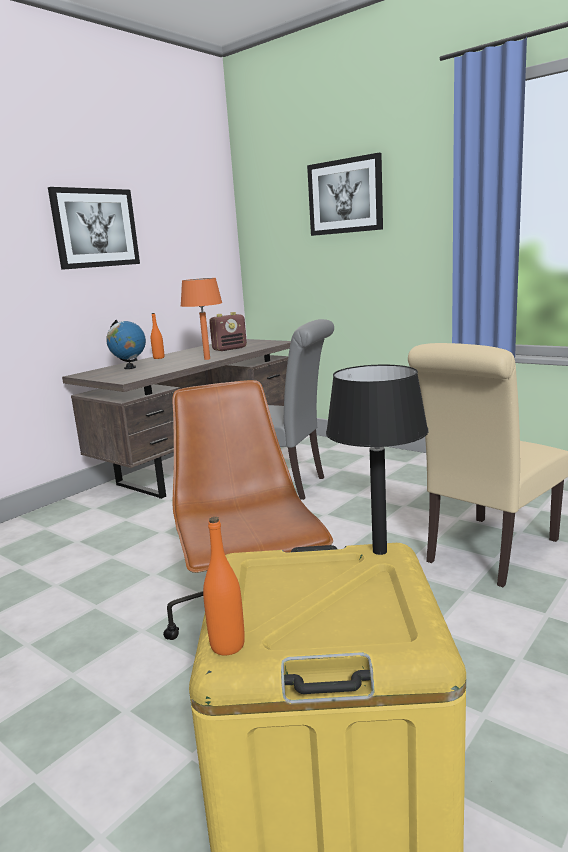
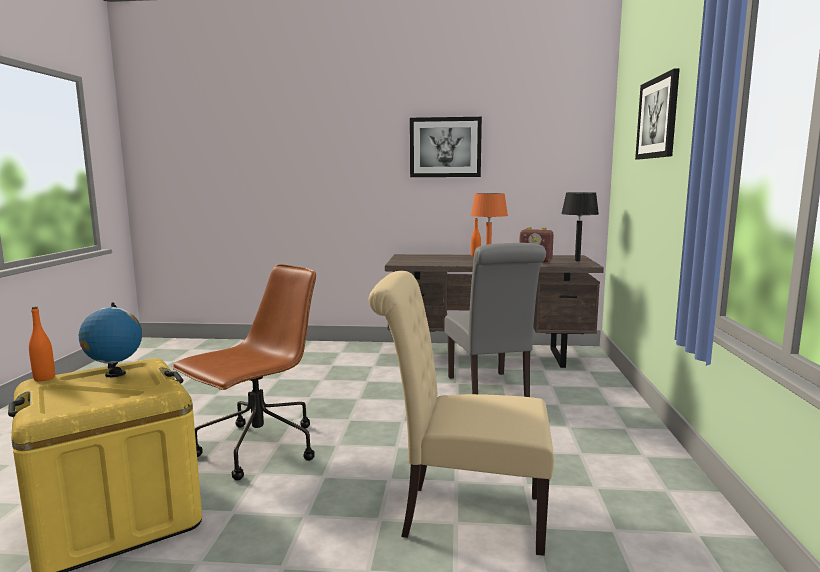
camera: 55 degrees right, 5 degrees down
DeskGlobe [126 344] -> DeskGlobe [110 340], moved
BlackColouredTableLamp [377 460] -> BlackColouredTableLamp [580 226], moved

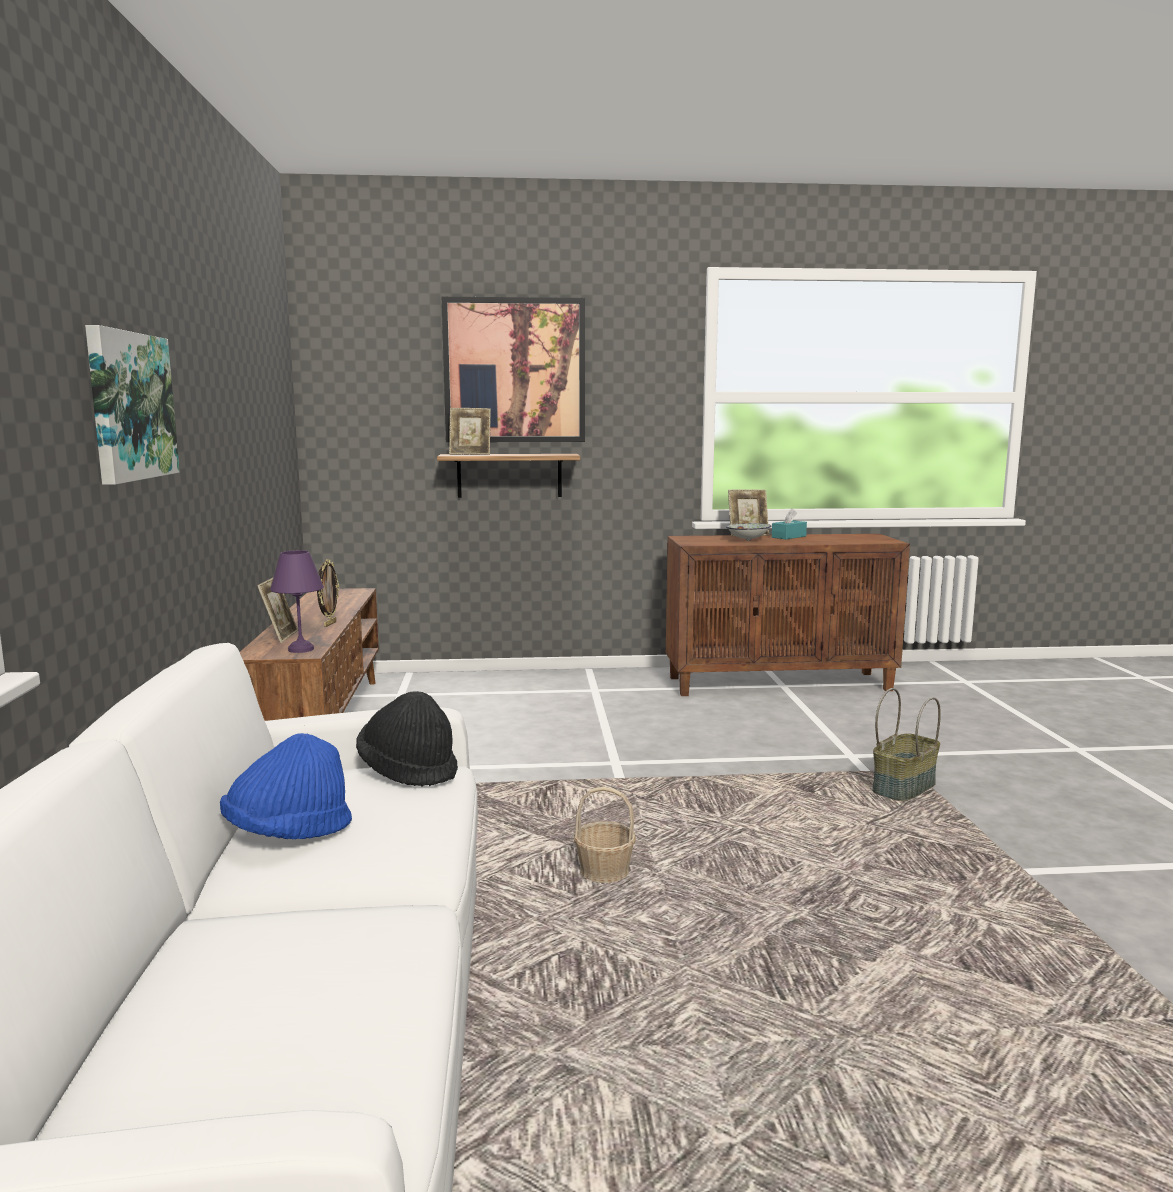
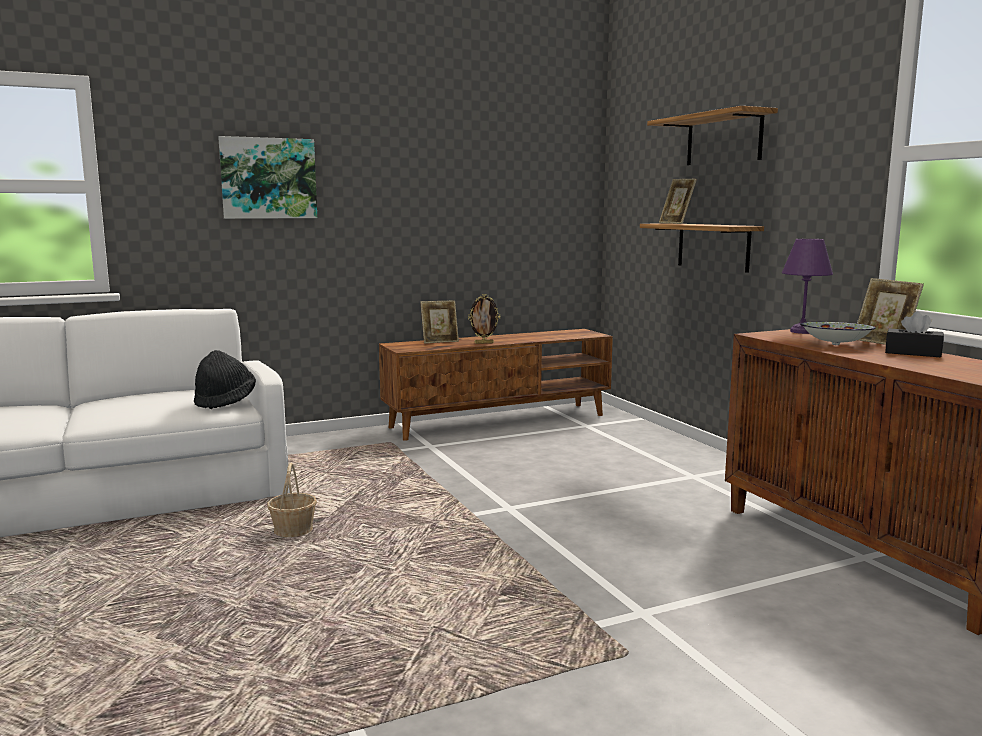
camera: 70 degrees right, 0 degrees up
BlueClothingHat [286 786] -> none
Basket [906 744] -> none
PurplishTableLamp [297 601] -> PurplishTableLamp [807 286], moved
WallPicture [513 369] -> BracketShelf [712 135]
BlueGreenBoxOfTissues [789 523] -> BlackColouredBoxOfTissues [914 334]

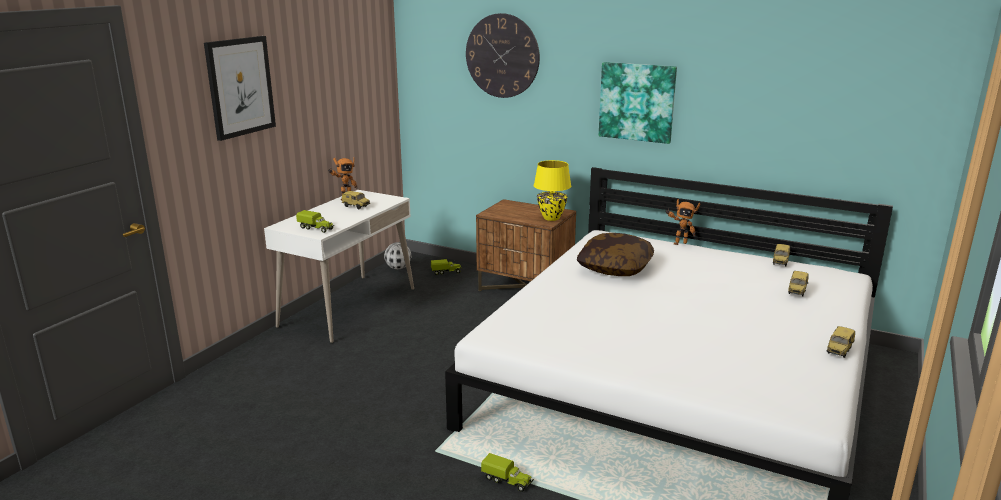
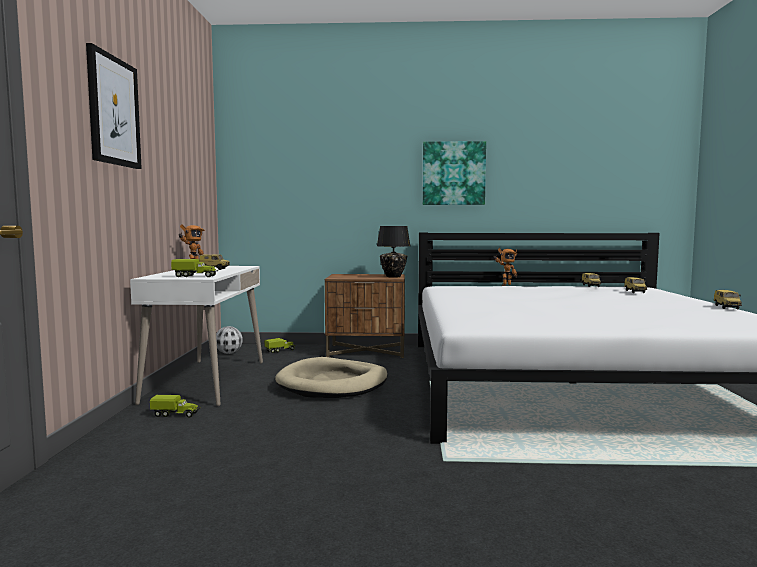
camera: 25 degrees left, 15 degrees down
WallClock [503 55] -> none
ThrowPillow [615 254] -> none
none -> BeigePetBed [331 377]
ToyLorry [507 472] -> ToyLorry [175 406], moved
YellowishTableLamp [552 190] -> BlackColouredTableLamp [393 252]

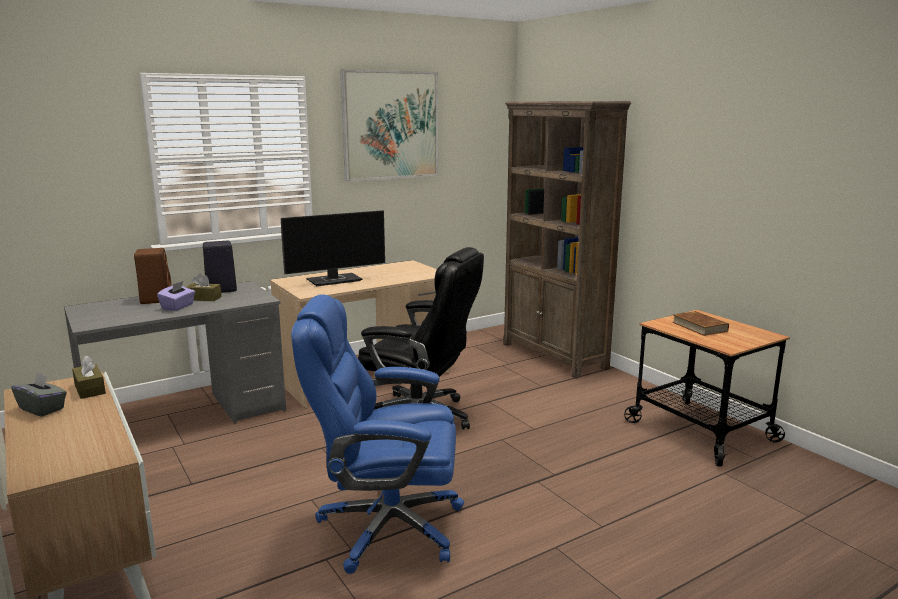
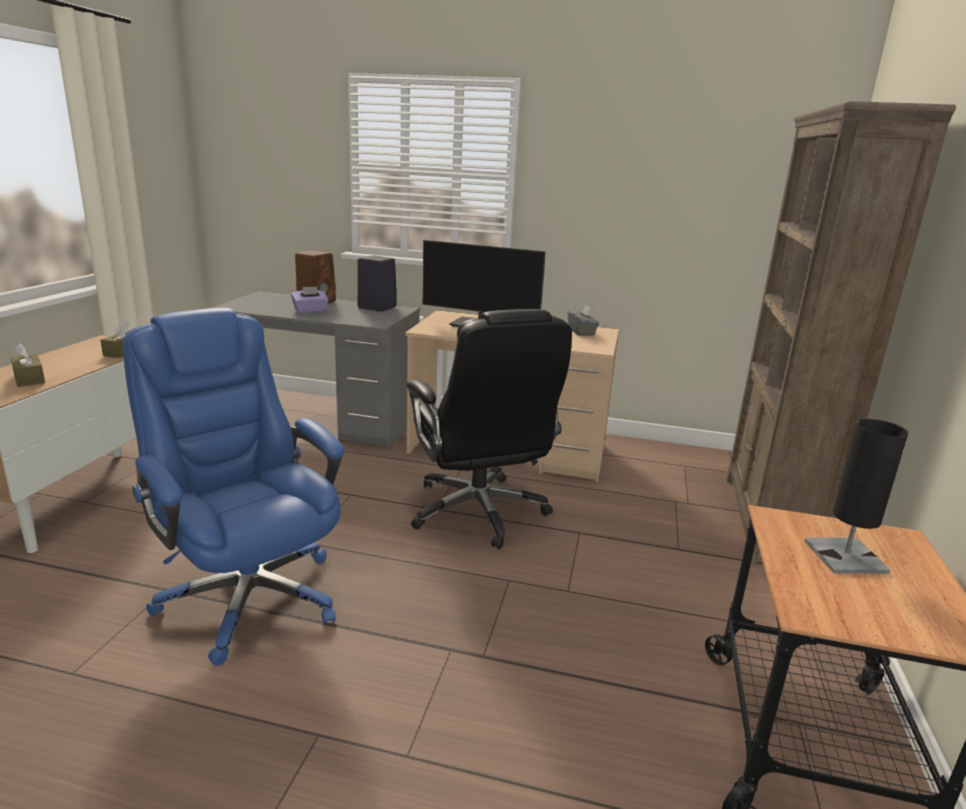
camera: 45 degrees right, 5 degrees up
WallPicture [389 125] -> none
GreyBoxOfTissues [39 394] -> GreyBoxOfTissues [583 320], moved
BrownishBoxOfTissues [204 287] -> BrownishBoxOfTissues [28 365], moved
BrownishBook [700 323] -> BlackColouredTableLamp [856 496]

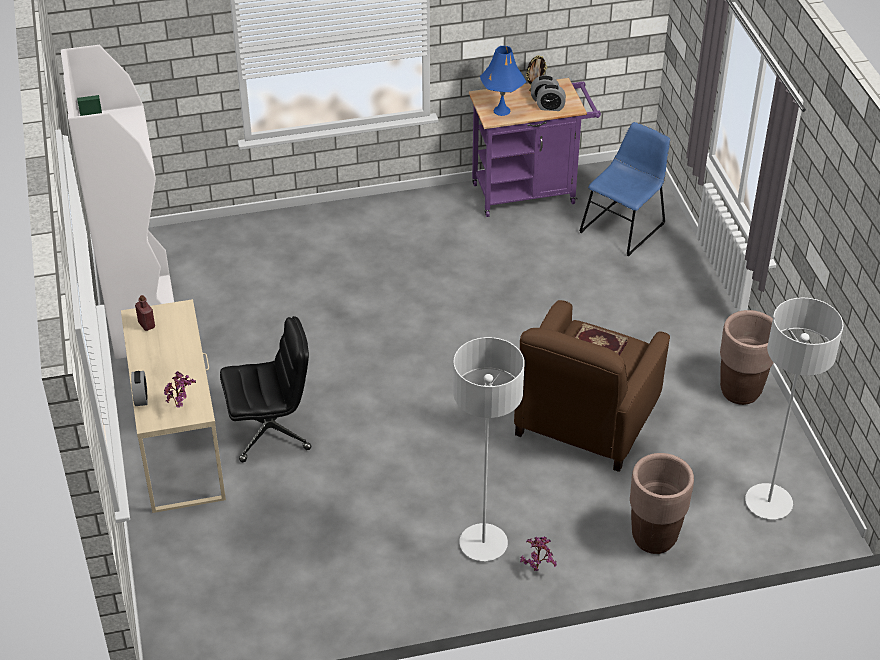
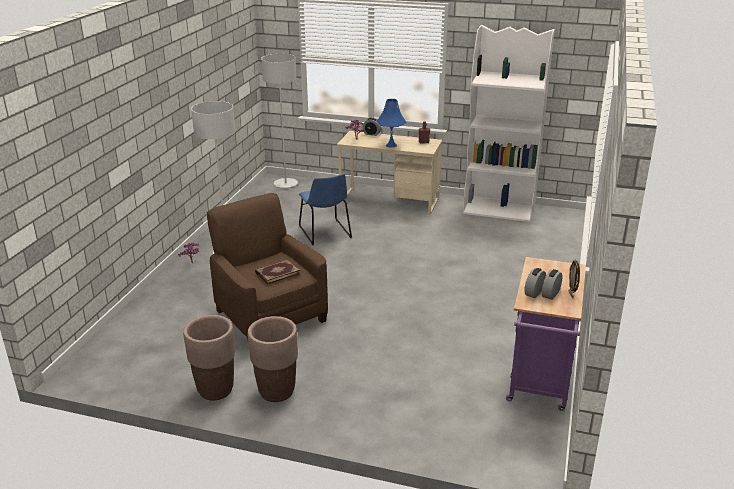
camera: 120 degrees right, 15 degrees down
BlackColouredOfficeChair [265 389] -> none
BlueTableLamp [503 81] -> BlueTableLamp [392 123], moved
BluePlainChair [624 189] -> BluePlainChair [325 209], moved
BrownishPlantPot [662 503] -> BrownishPlantPot [273 359], moved
GreyFloorLamp [794 409] -> GreyFloorLamp [279 121], moved

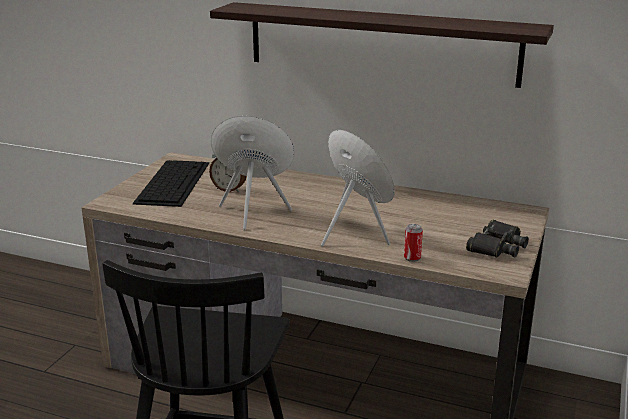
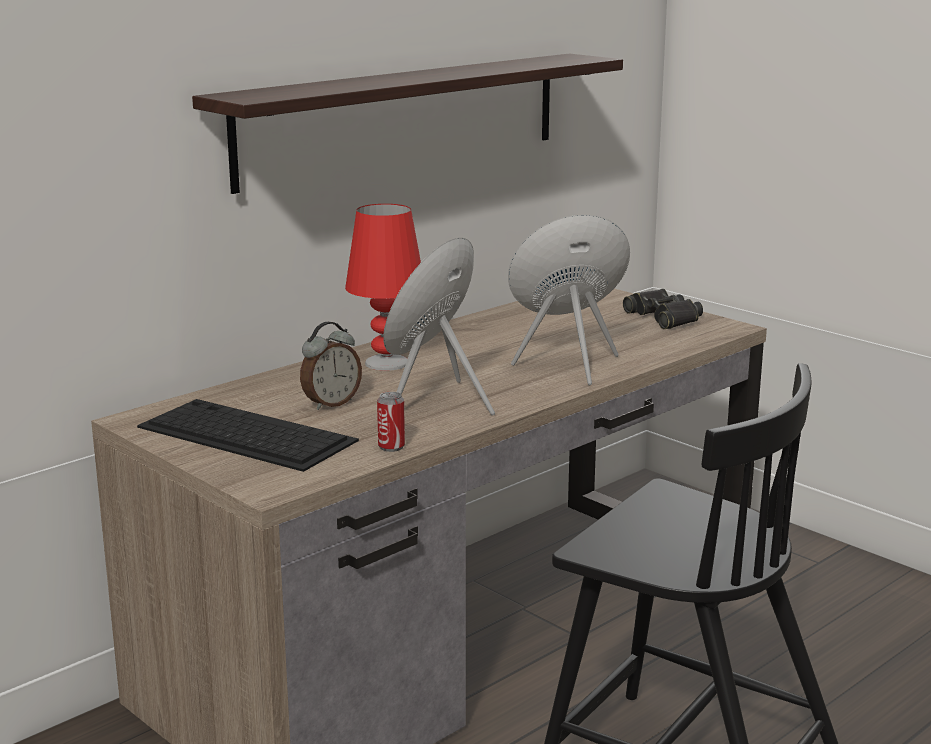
camera: 65 degrees left, 5 degrees down
none -> ReddishTableLamp [383 287]
SealedCan [413 243] -> SealedCan [391 422], moved

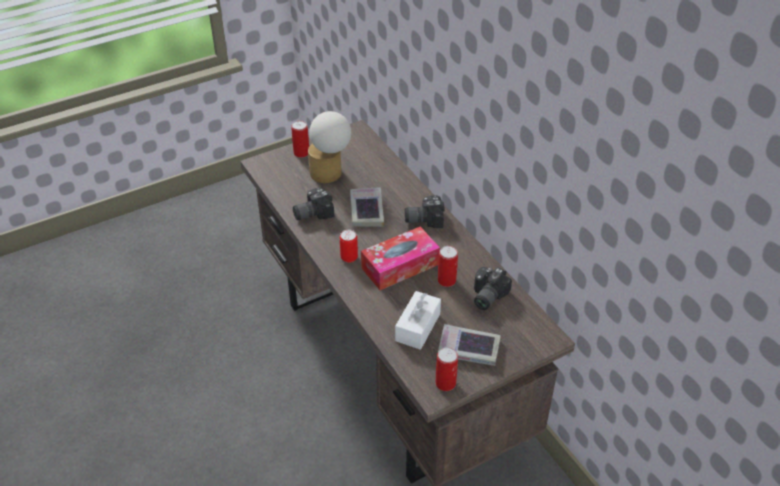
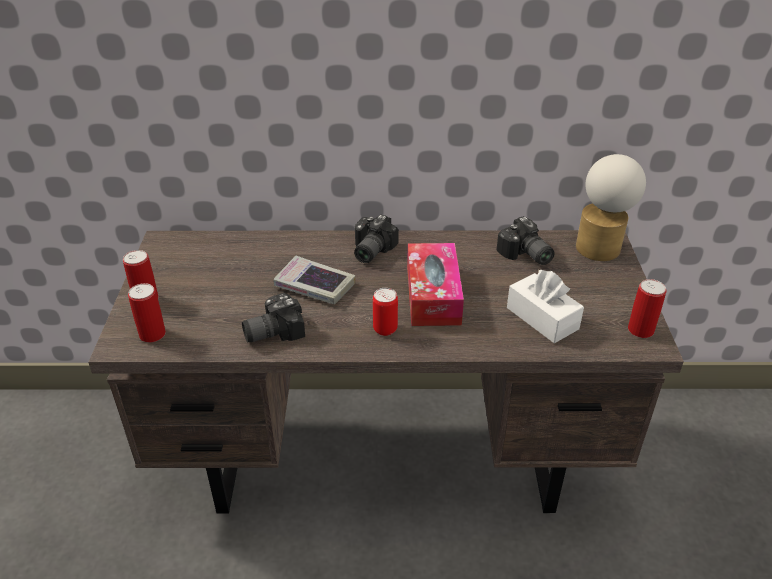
camera: 60 degrees left, 5 degrees down
Book [469 345] -> none
TableLamp [329 147] -> TableLamp [611 207], moved
SealedCan [448 266] -> SealedCan [147 312], moved
PhotoCamera [313 203] -> PhotoCamera [273 317], 60 degrees clockwise

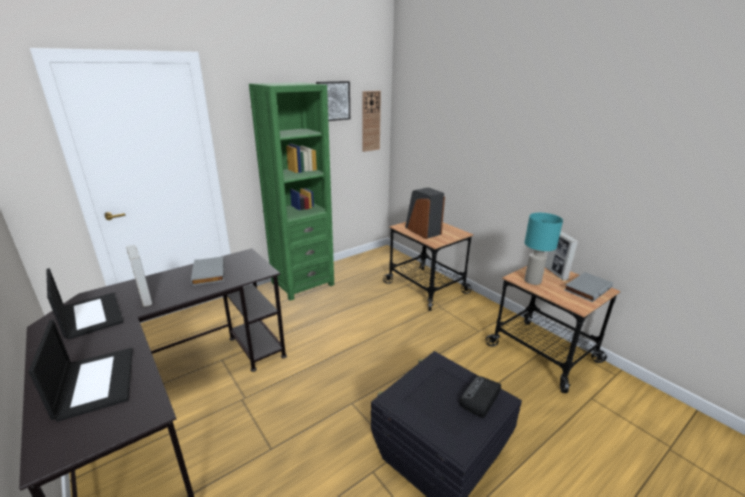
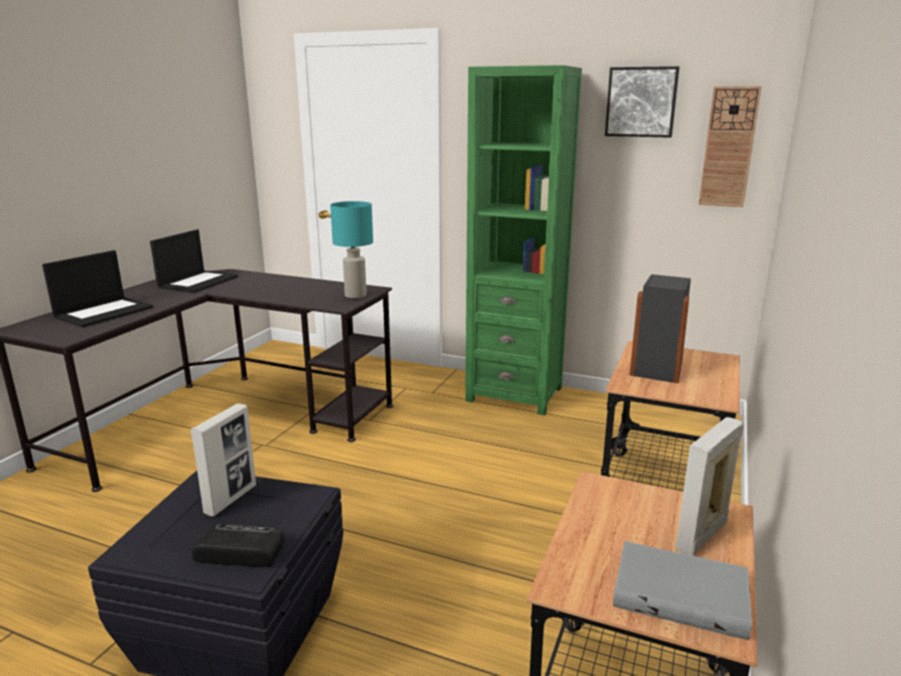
camera: 60 degrees right, 5 degrees down
GreyBook [207 271] -> none
PhotoFrame [139 276] -> PhotoFrame [223 460], moved
BlueGreenTableLamp [543 249] -> BlueGreenTableLamp [351 250], moved

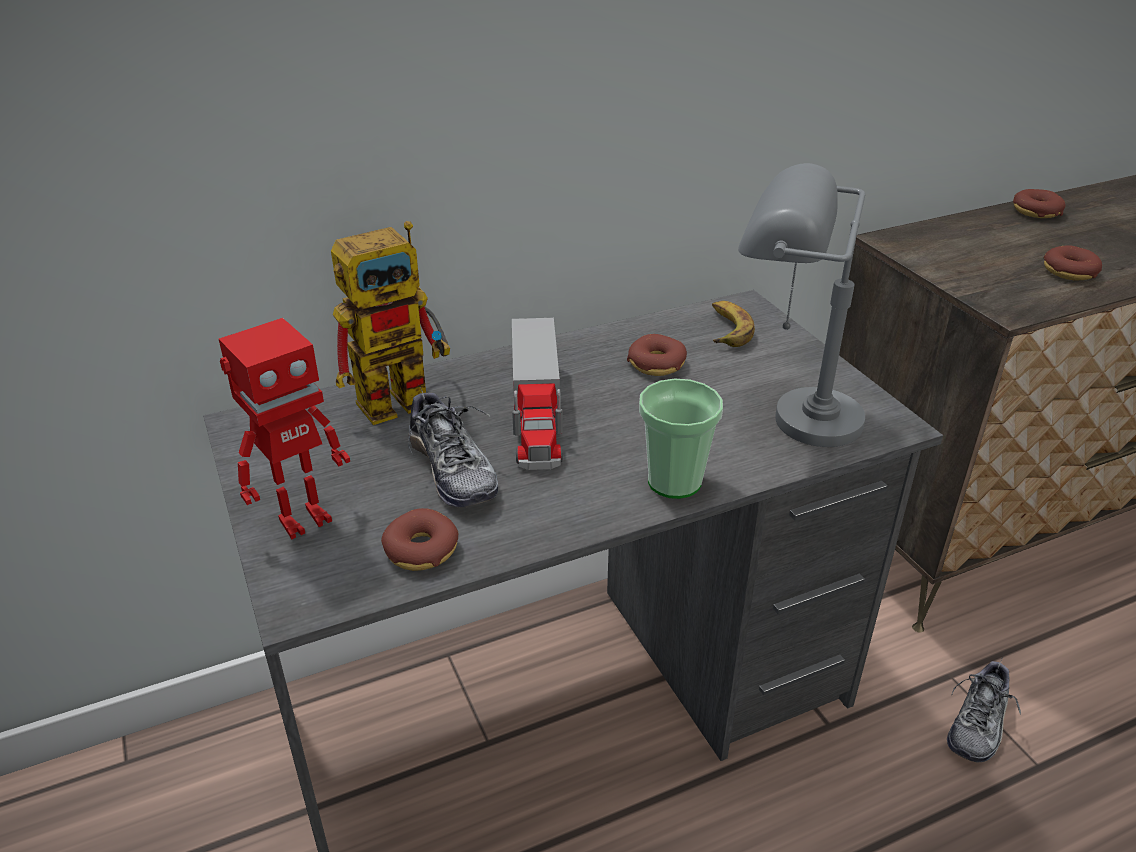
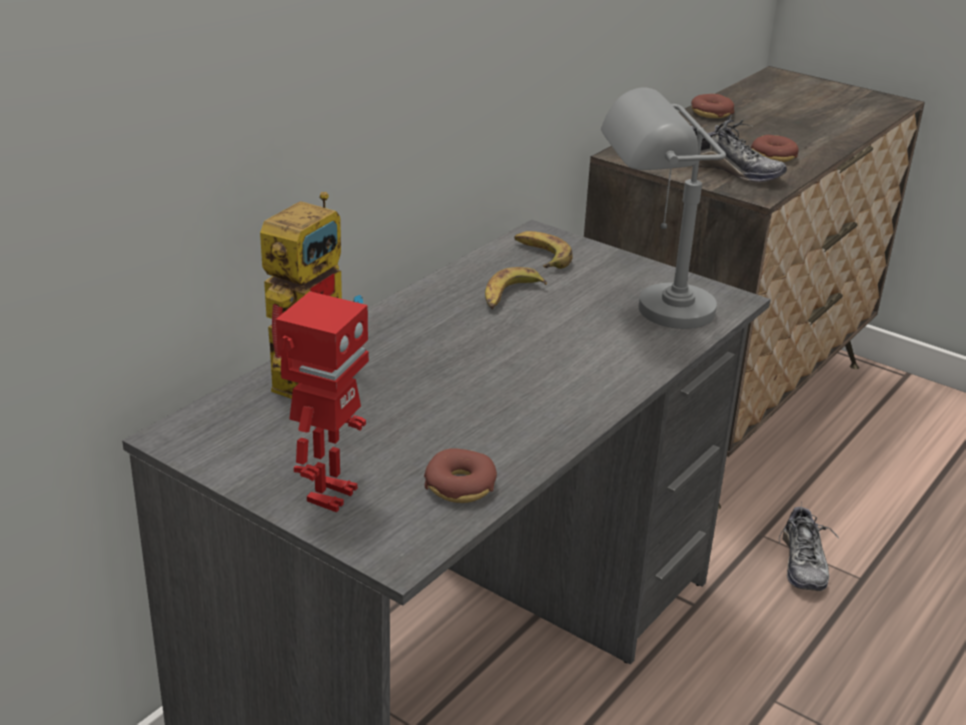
camera: 30 degrees left, 5 degrees down
ToyLorry [537 394] -> none
Cup [681 439] -> none
LowShoe [453 446] -> LowShoe [738 148], moved
Doughnut [657 355] -> WholeBanana [516 288]

